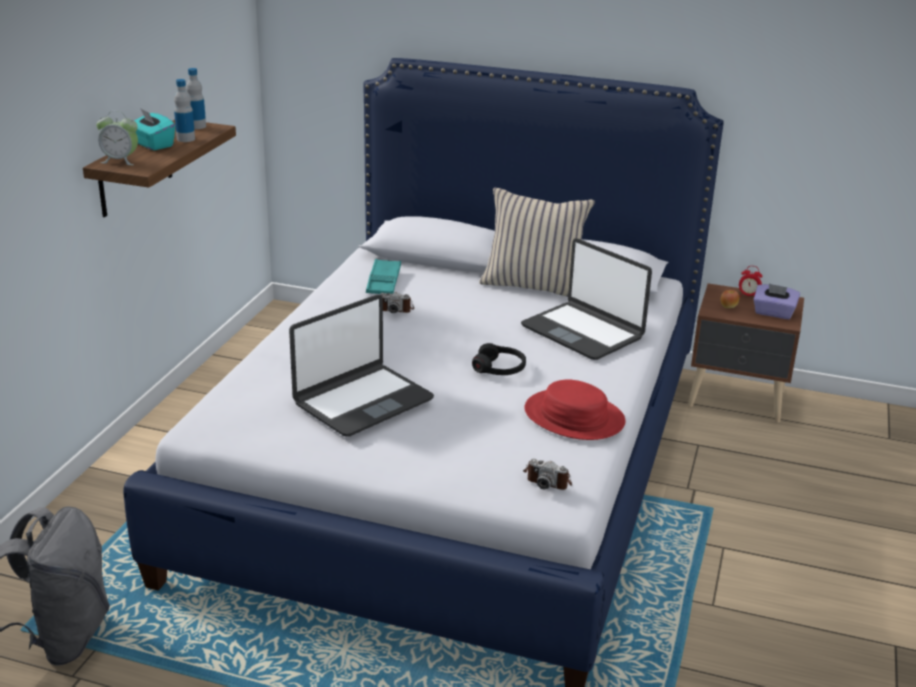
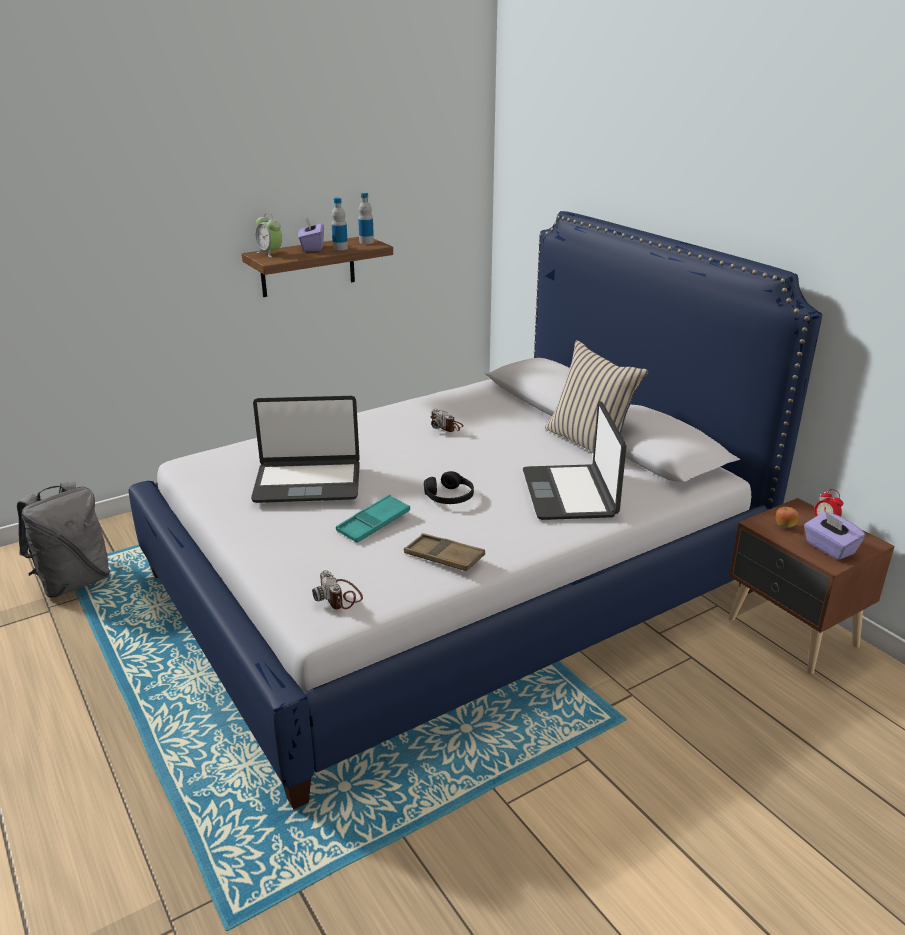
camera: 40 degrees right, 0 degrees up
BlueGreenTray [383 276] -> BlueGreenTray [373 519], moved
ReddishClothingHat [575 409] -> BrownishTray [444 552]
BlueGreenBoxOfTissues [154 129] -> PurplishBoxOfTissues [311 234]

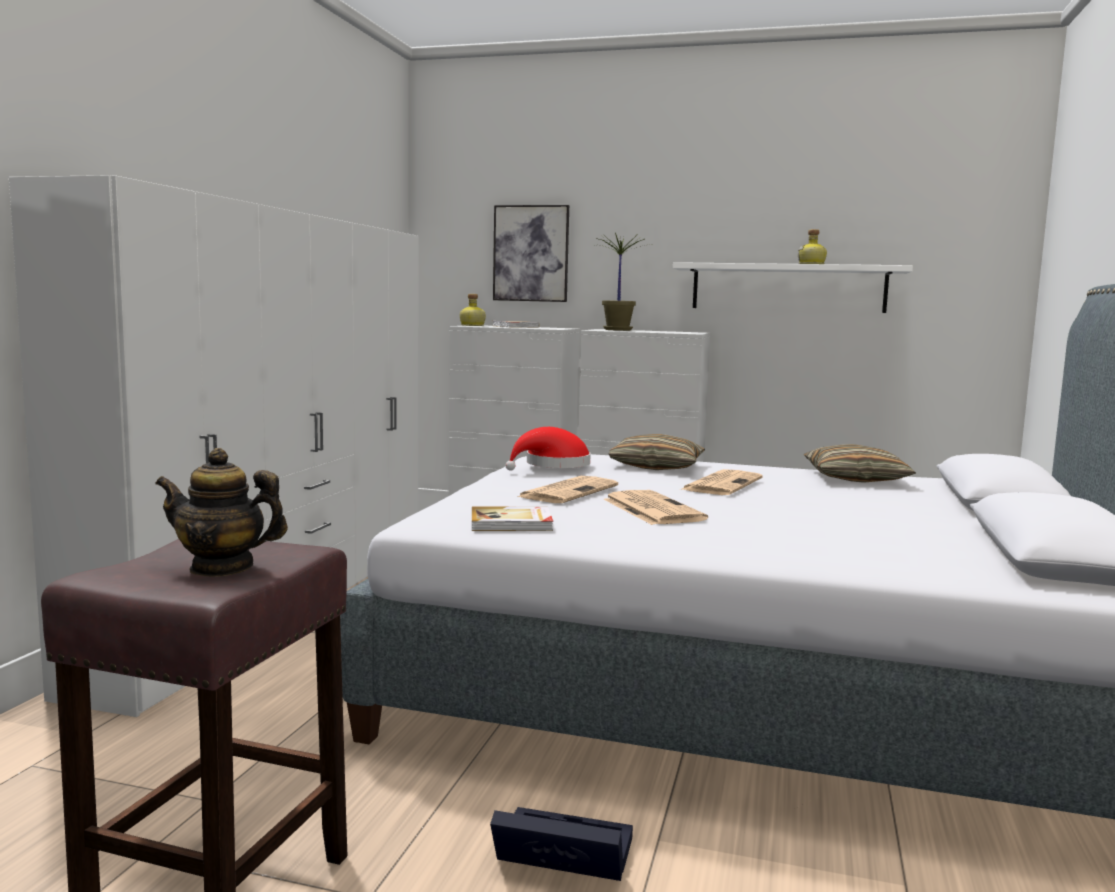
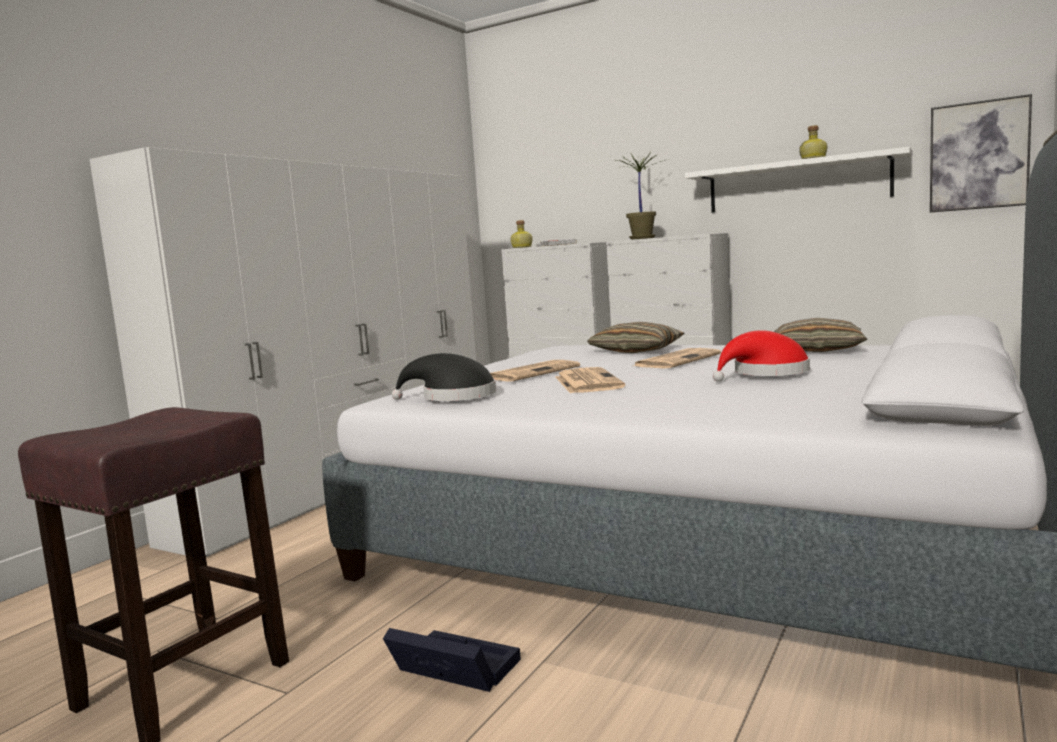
camera: 15 degrees right, 0 degrees up
Teapot [221 512] -> none
WallPicture [531 253] -> WallPicture [981 153], moved
ReddishClothingHat [548 449] -> ReddishClothingHat [761 356], moved
Book [512 518] -> BlackColouredClothingHat [444 377]

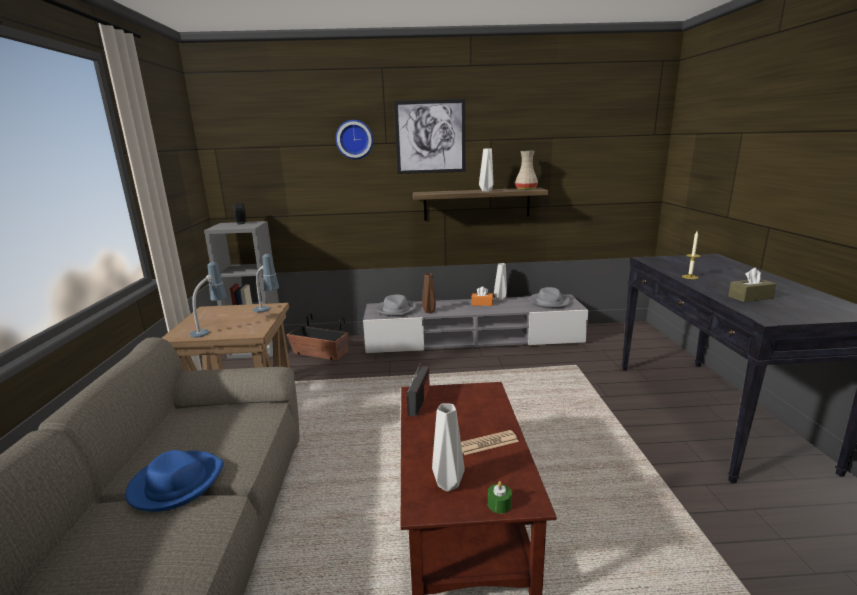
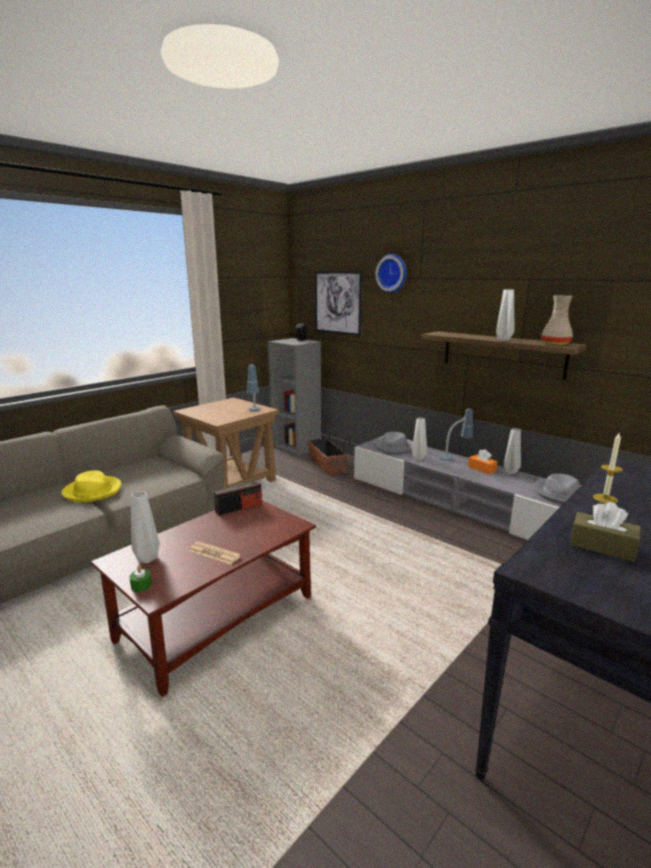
camera: 45 degrees right, 0 degrees up
TableLamp [208 300] -> TableLamp [456 434], moved
WallPicture [429 136] -> WallPicture [339 303], moved
BlueClothingHat [174 481] -> YellowishClothingHat [91 486]
BrownishVase [429 293] -> GreyVase [419 439]

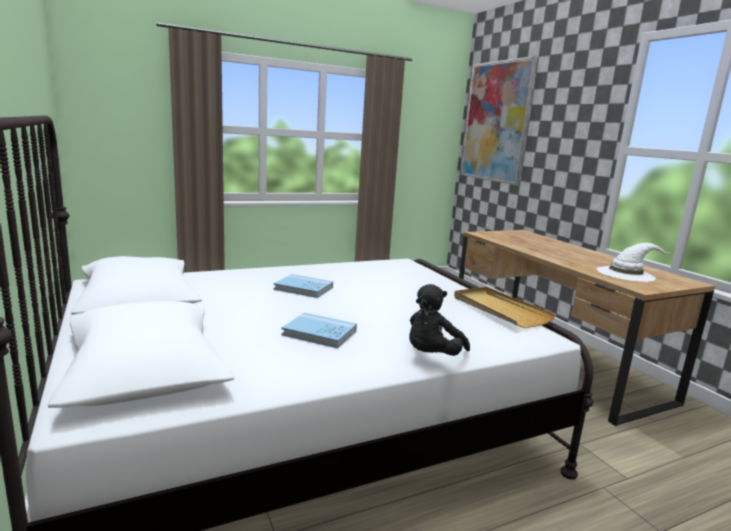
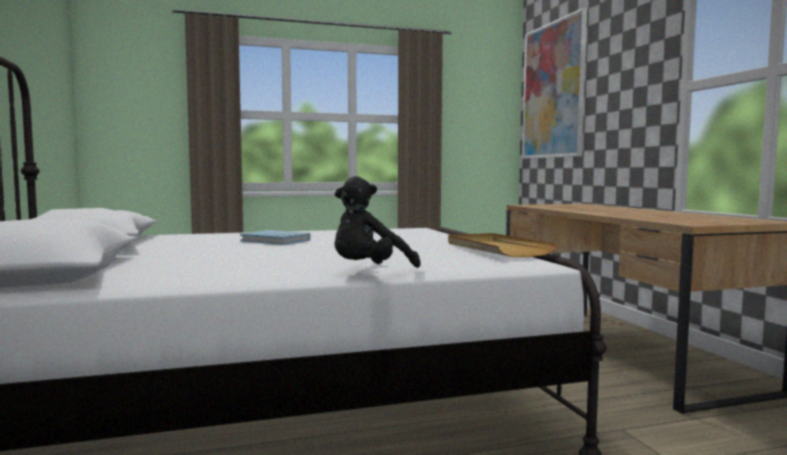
camera: 10 degrees right, 10 degrees down
BlueBook [319 330] -> none
WhiteColouredClothingHat [633 262] -> none

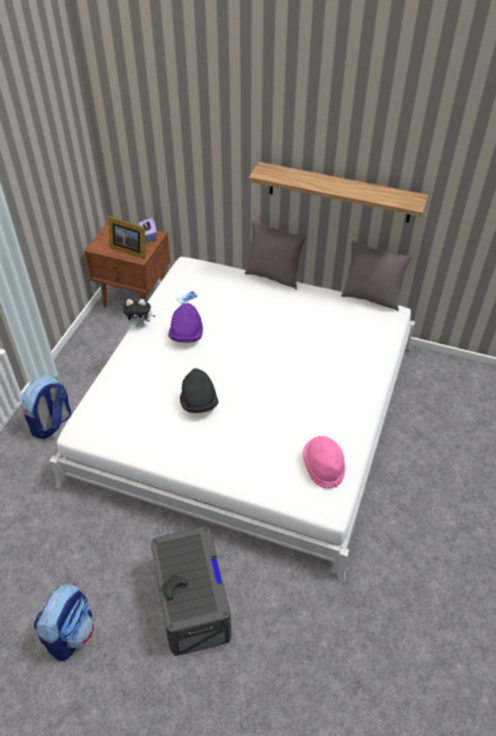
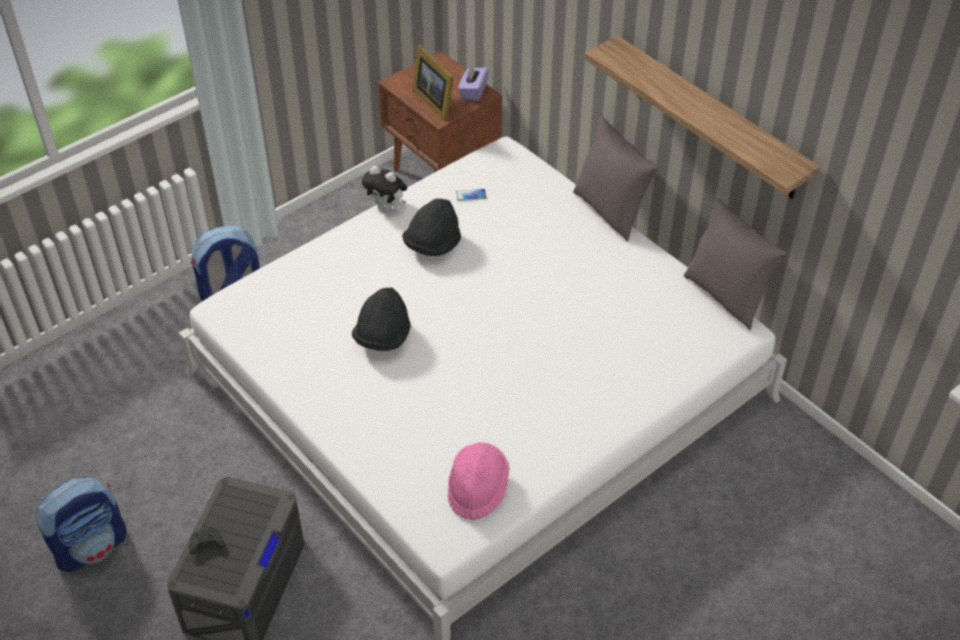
camera: 30 degrees right, 0 degrees up
PurplishClothingHat [185 323] -> BlackColouredClothingHat [431 227]

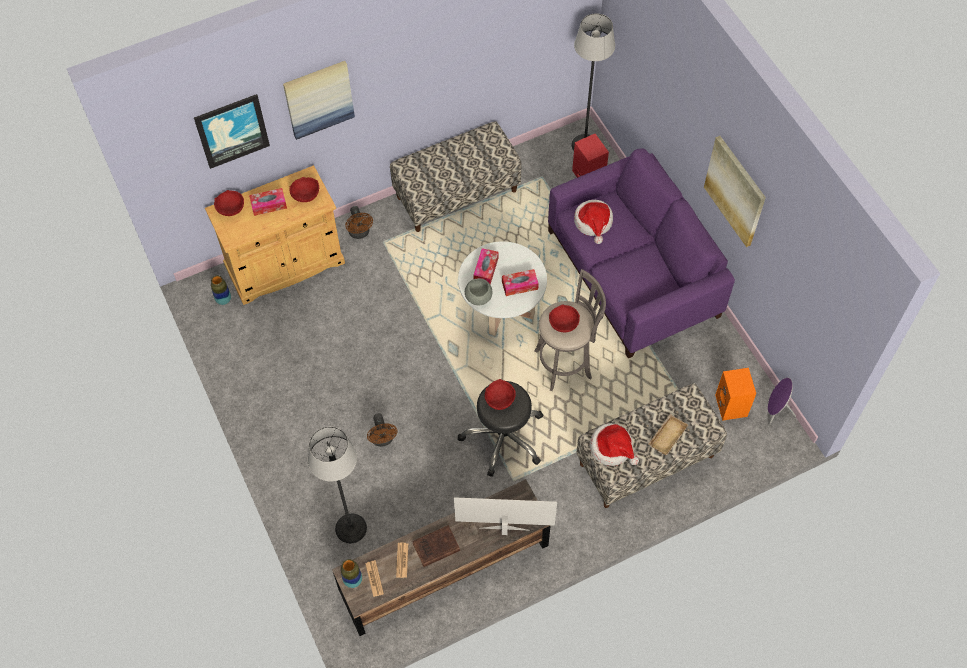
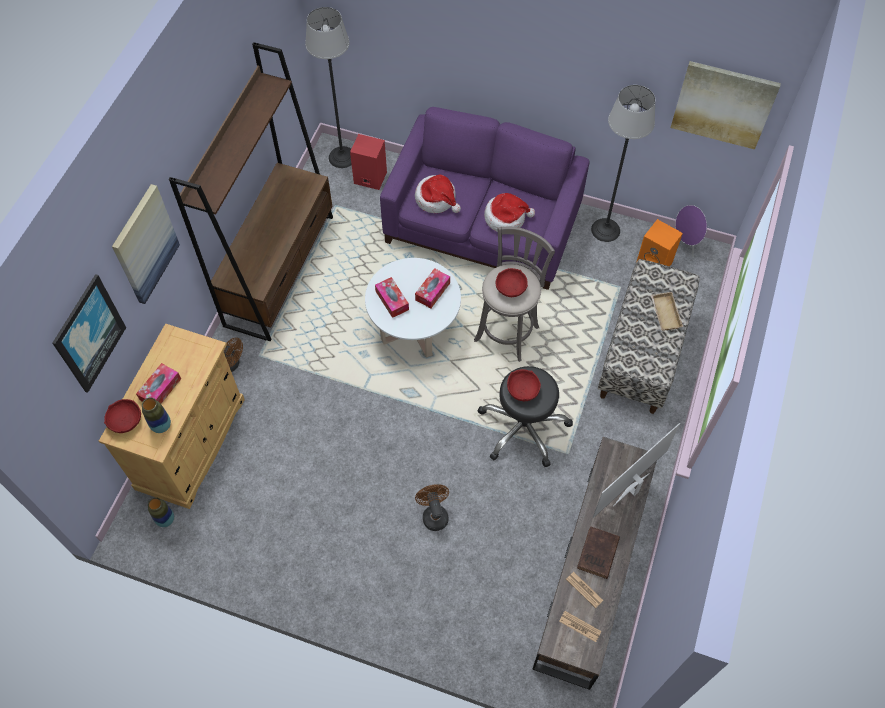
camera: 45 degrees left, 0 degrees up
ReddishServingBowl [304 189] -> none
GreyServingBowl [478 291] -> none
FloorLamp [337 485] -> FloorLamp [623 163], moved
Vase [351 573] -> Vase [156 415], moved
ClothingHat [614 444] -> ClothingHat [509 212], moved
WallPicture [735 191] -> WallPicture [725 105], moved
LongSeat [456 176] -> BrownishBookcase [251 191]
BrownishCoolingFan [382 430] -> BrownishCoolingFan [432 507], 135 degrees counterclockwise

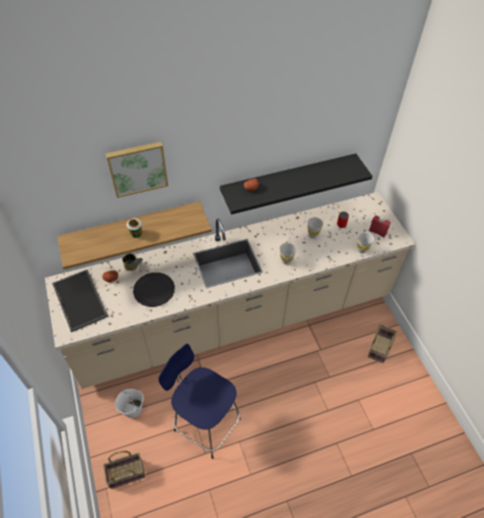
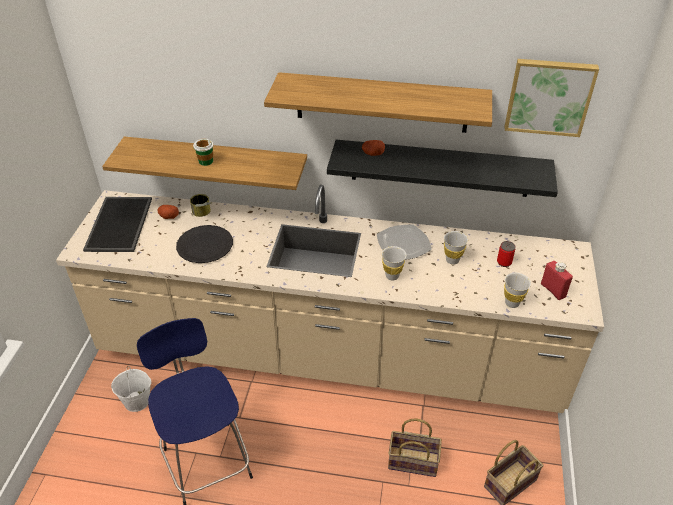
camera: 30 degrees right, 10 degrees down
none -> BracketShelf [378 102]
none -> DinnerPlate [404 242]
Basket [124 470] -> Basket [415 447], moved
WallPicture [136 170] -> WallPicture [552 98], moved

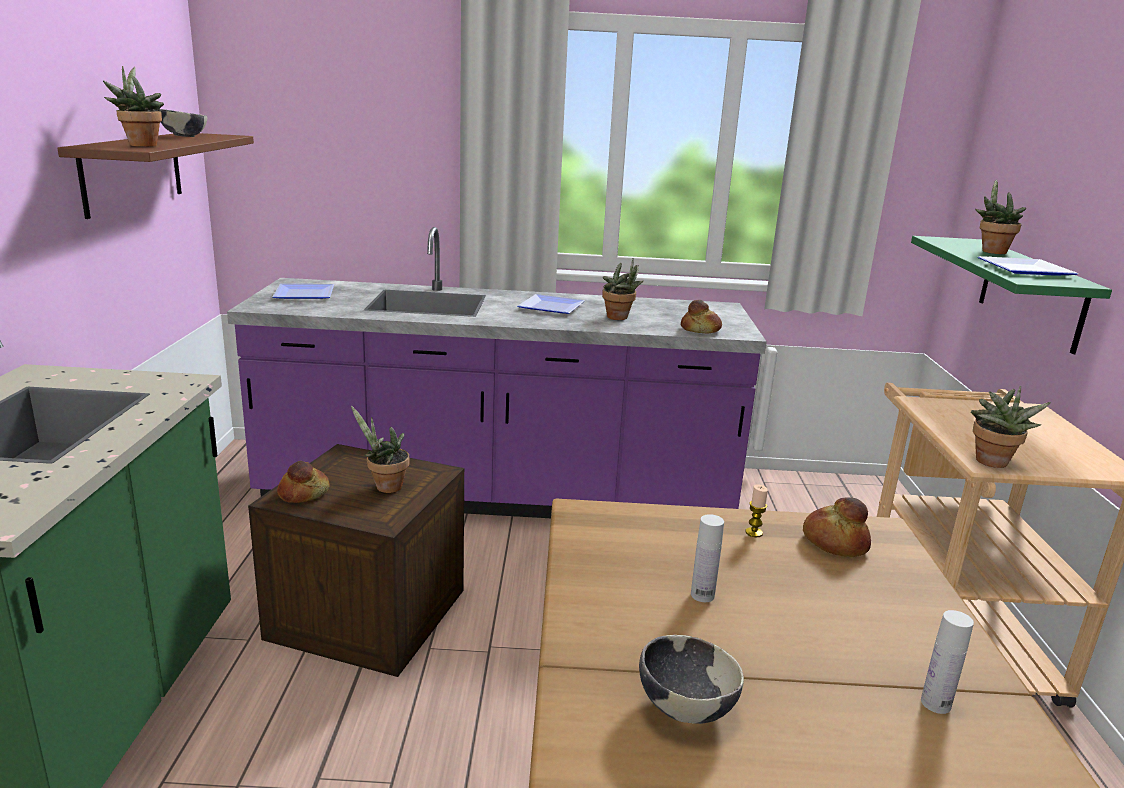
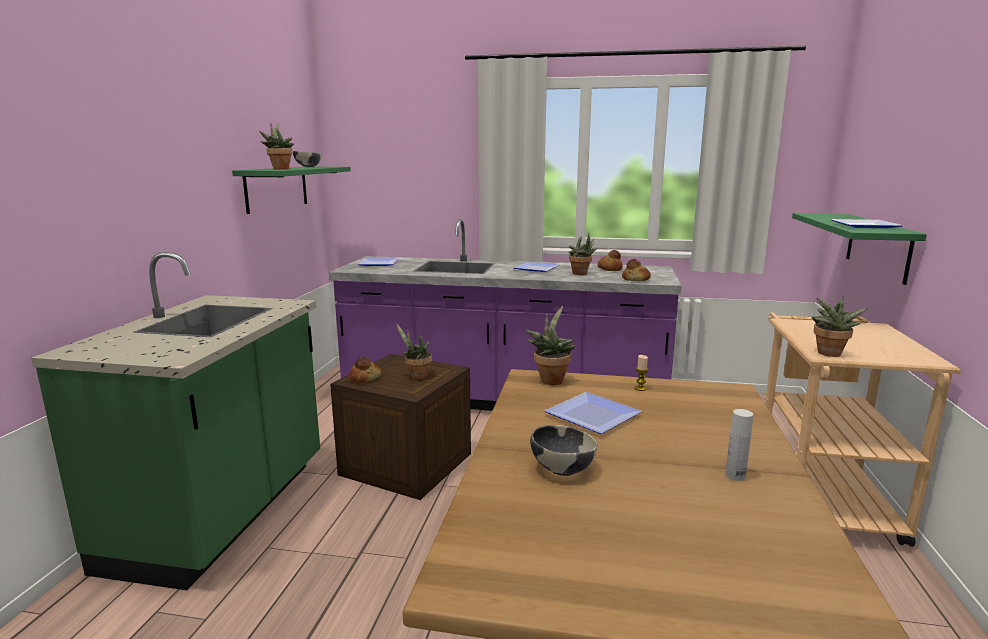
camera: 10 degrees right, 5 degrees down
BakeryBread [837 527] -> BakeryBread [610 260], moved
Houseplant [1001 217] -> Houseplant [550 345], moved
WhiteColouredBeverageBottle [707 558] -> DinnerPlate [593 413]
BrownishBracketShelf [156 176] -> GreenColouredBracketShelf [291 190]

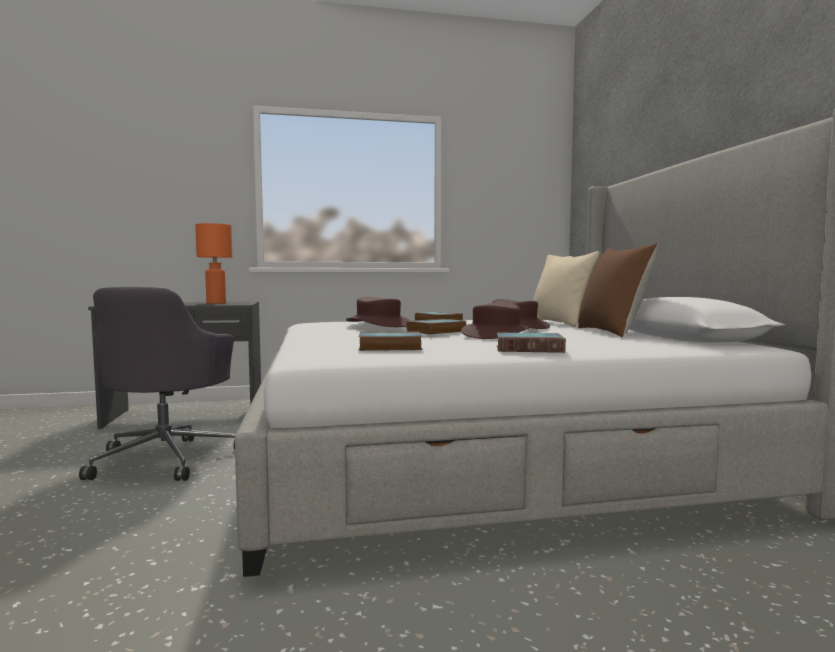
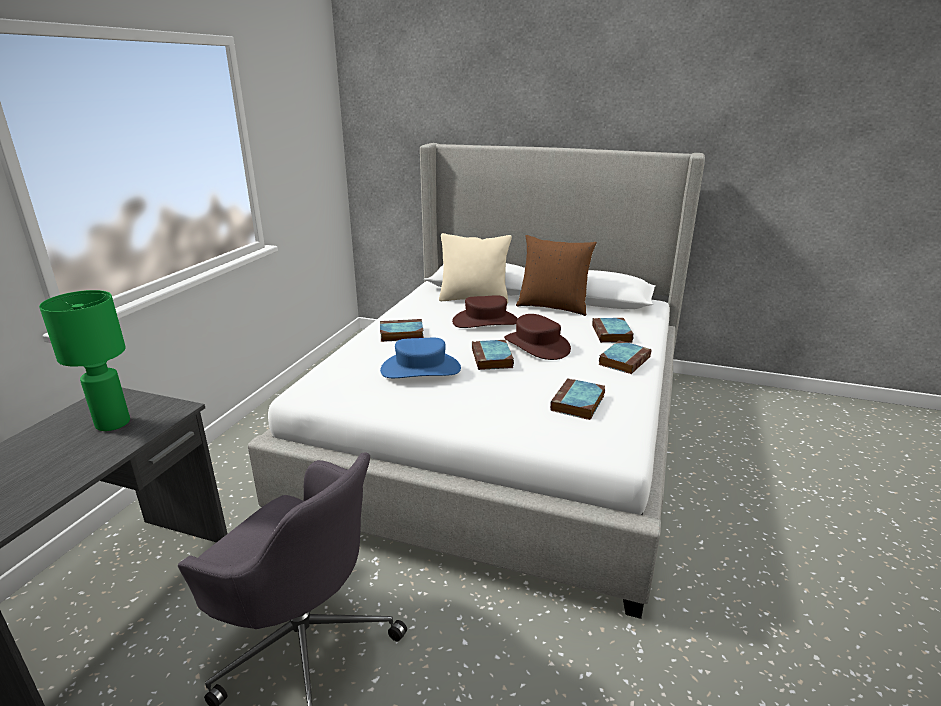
camera: 60 degrees left, 20 degrees up
none -> Book [613 330]
OrangeTableLamp [213 263] -> GreenColouredTableLamp [84 360]
BrownishClothingHat [378 312] -> BlueClothingHat [420 358]

